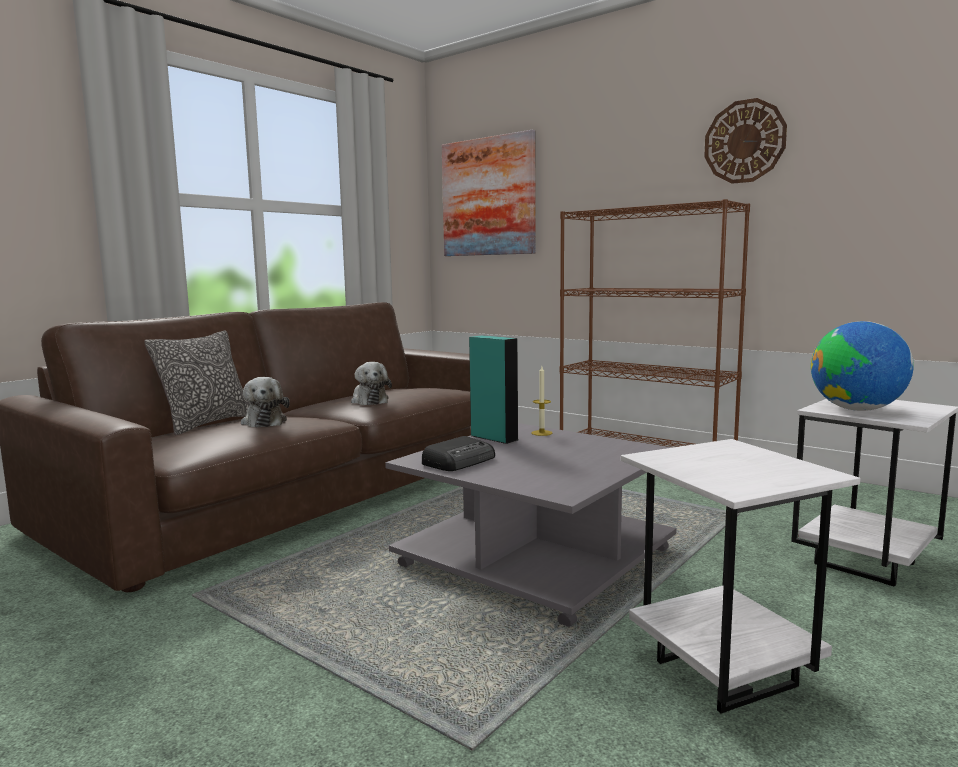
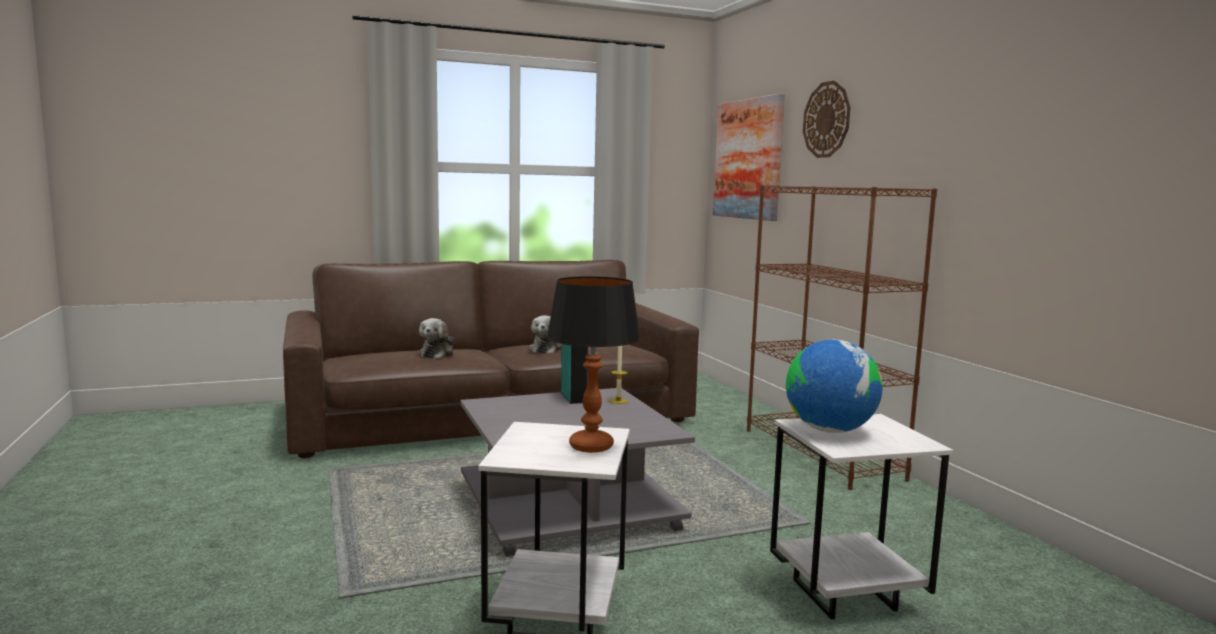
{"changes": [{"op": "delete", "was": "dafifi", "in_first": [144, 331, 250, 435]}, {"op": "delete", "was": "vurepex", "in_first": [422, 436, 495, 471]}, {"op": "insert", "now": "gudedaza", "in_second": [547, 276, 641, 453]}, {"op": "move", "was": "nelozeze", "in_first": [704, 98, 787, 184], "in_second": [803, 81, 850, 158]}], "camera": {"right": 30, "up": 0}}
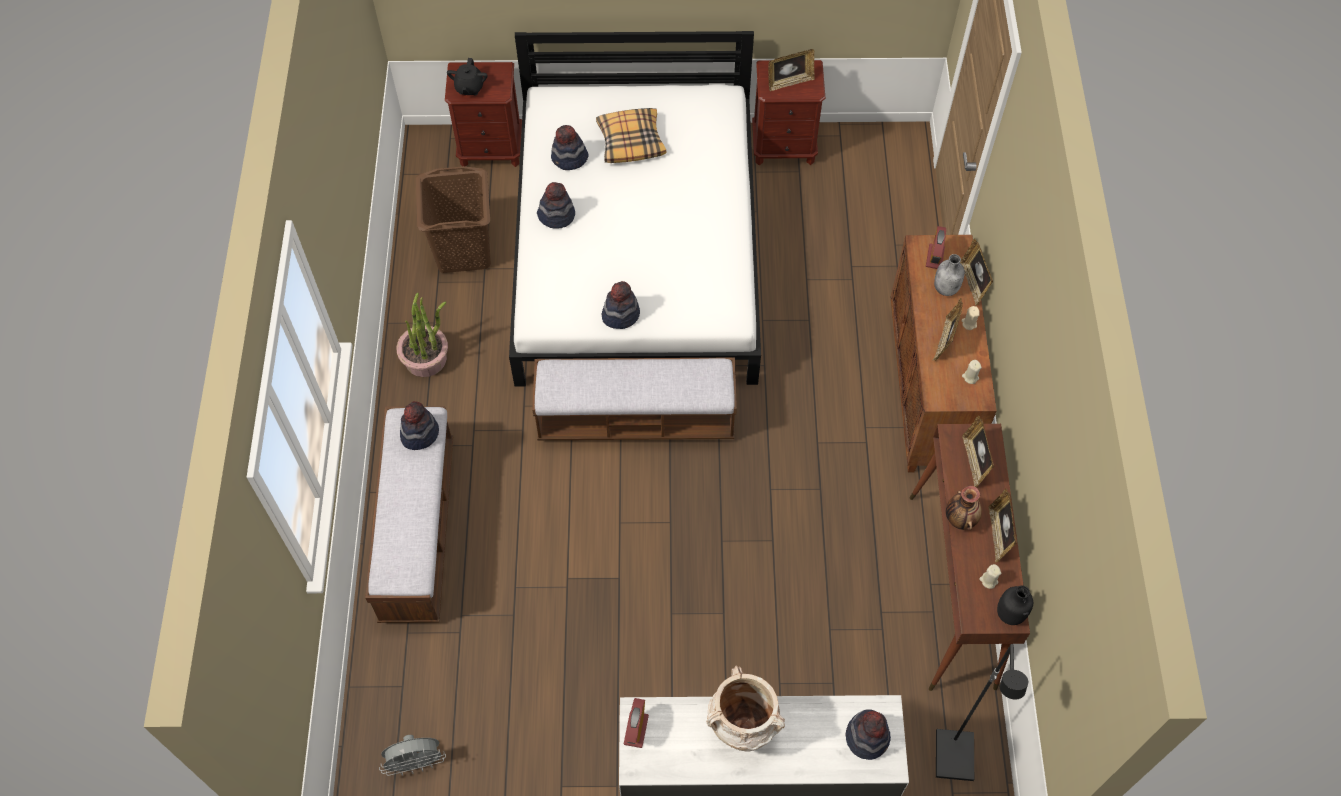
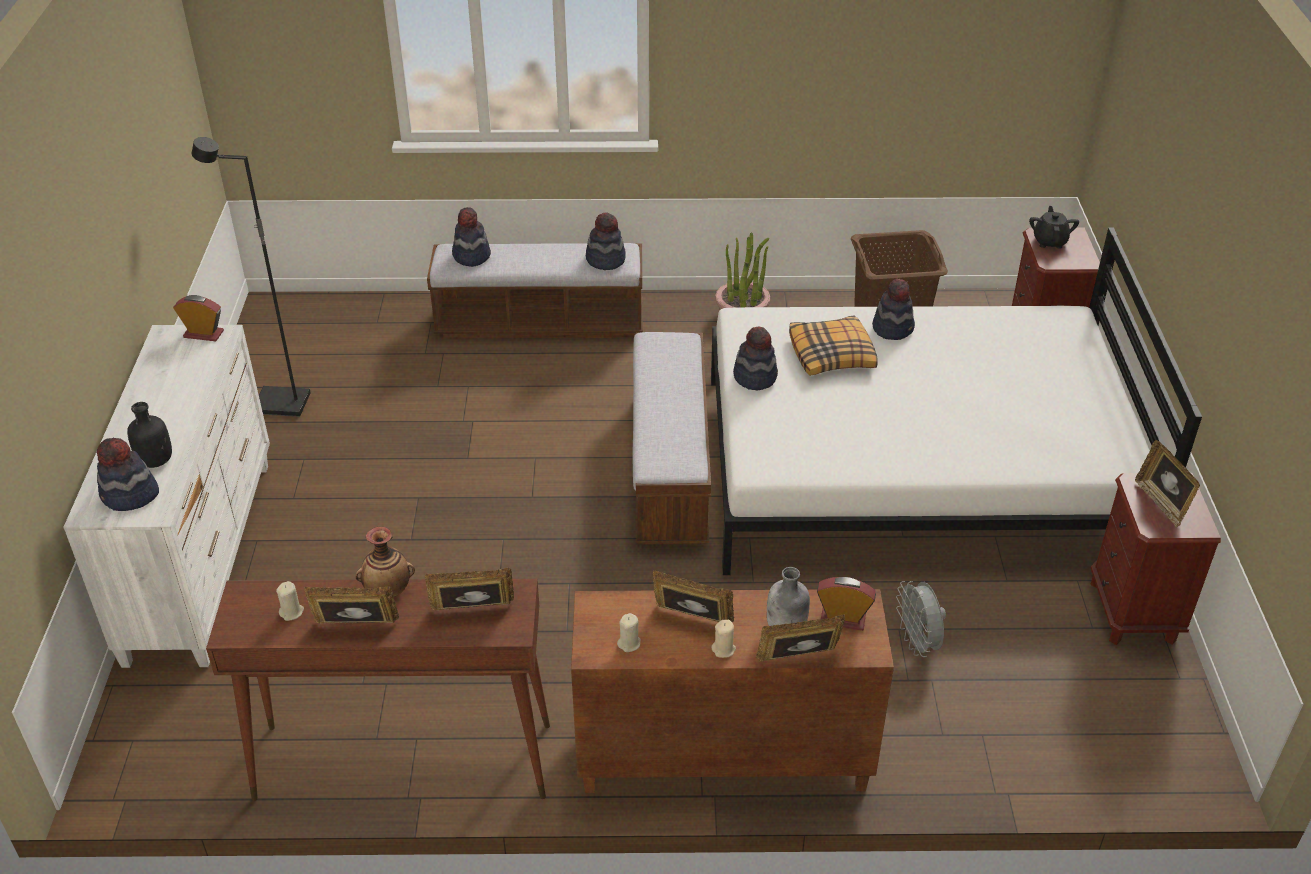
{"changes": [{"op": "delete", "was": "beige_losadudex", "in_first": [707, 666, 785, 752]}, {"op": "move", "was": "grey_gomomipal", "in_first": [379, 735, 446, 776], "in_second": [896, 581, 946, 657]}, {"op": "move", "was": "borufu", "in_first": [551, 125, 589, 170], "in_second": [452, 207, 491, 267]}, {"op": "move", "was": "dafifi", "in_first": [596, 108, 666, 163], "in_second": [789, 315, 878, 376]}, {"op": "move", "was": "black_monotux", "in_first": [936, 644, 1028, 781], "in_second": [192, 137, 311, 417]}, {"op": "move", "was": "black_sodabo", "in_first": [997, 586, 1033, 625], "in_second": [127, 402, 172, 468]}, {"op": "rotate", "was": "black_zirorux", "in_first": [447, 58, 488, 95], "in_second": [1029, 206, 1079, 249], "clockwise": 90}], "camera": {"right": 90, "up": -20}}
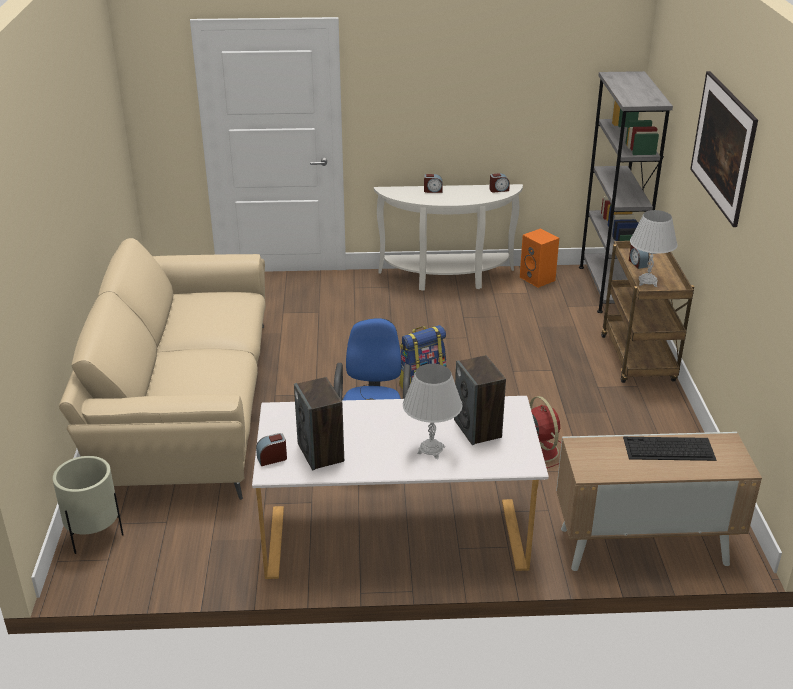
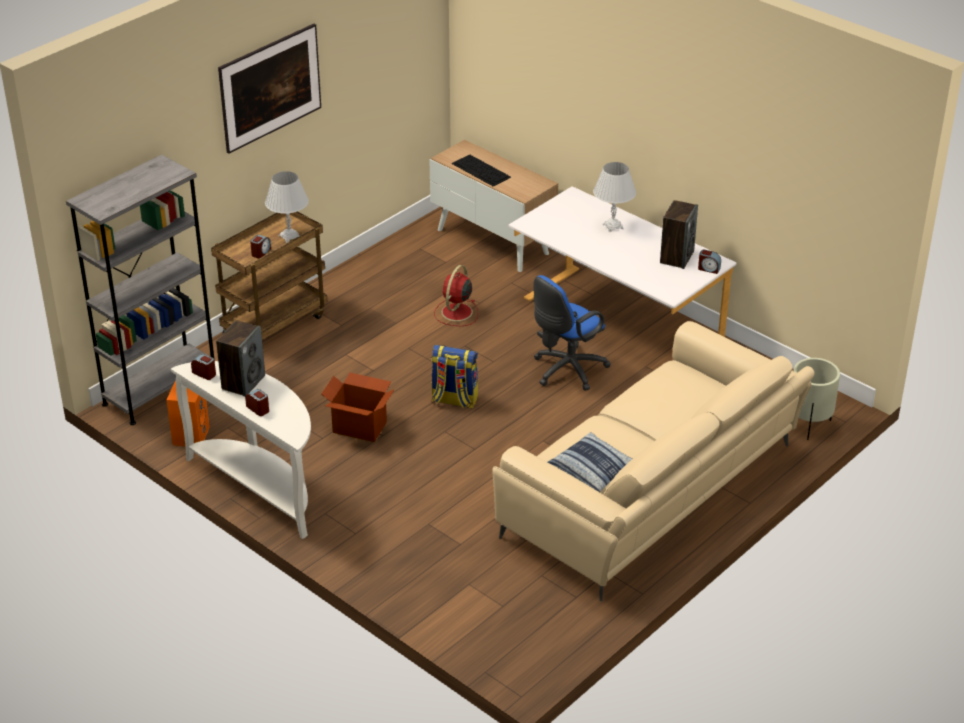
{"changes": [{"op": "insert", "now": "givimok", "in_second": [321, 373, 395, 442]}, {"op": "insert", "now": "dafifi", "in_second": [548, 432, 633, 492]}, {"op": "move", "was": "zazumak", "in_first": [454, 355, 506, 445], "in_second": [216, 320, 265, 397]}], "camera": {"right": -135, "up": 5}}
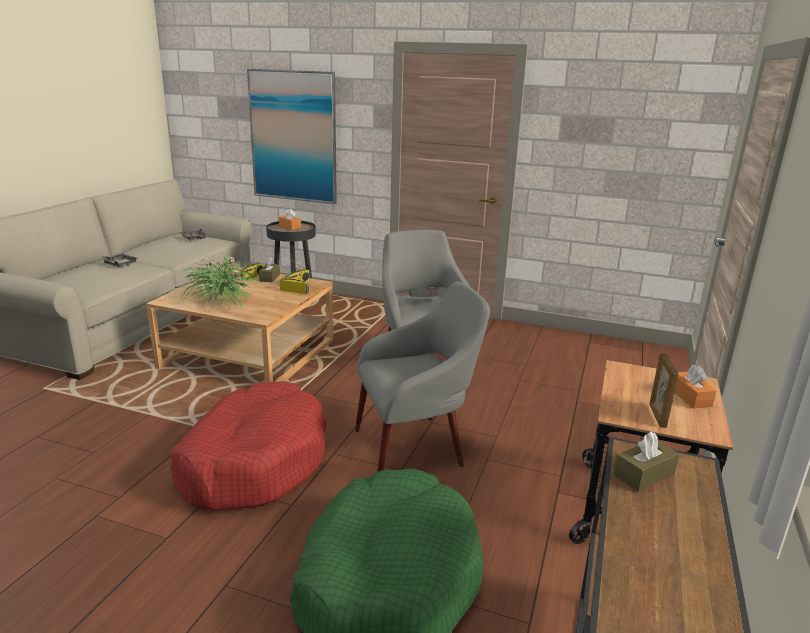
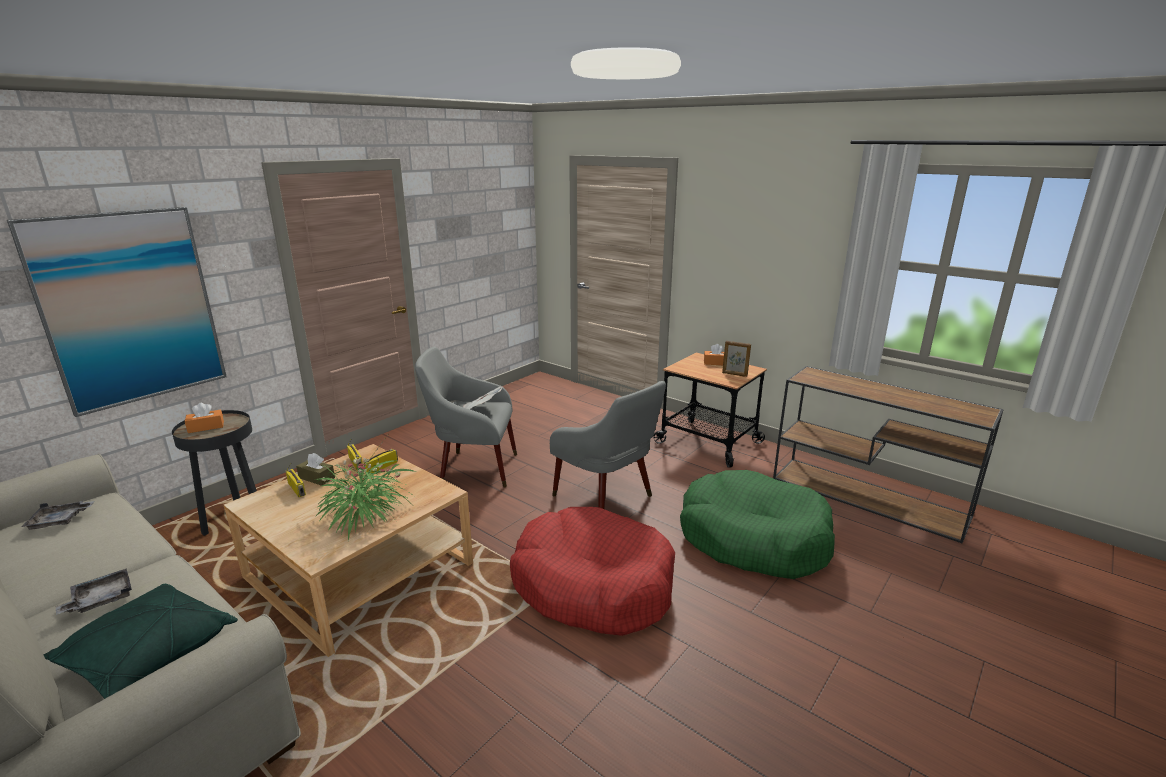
{"changes": [{"op": "delete", "was": "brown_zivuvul", "in_first": [613, 431, 679, 492]}, {"op": "insert", "now": "green_dafifi", "in_second": [44, 584, 238, 699]}, {"op": "rotate", "was": "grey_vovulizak", "in_first": [355, 282, 490, 472], "in_second": [550, 381, 666, 509], "clockwise": 135}], "camera": {"right": -70, "up": 0}}
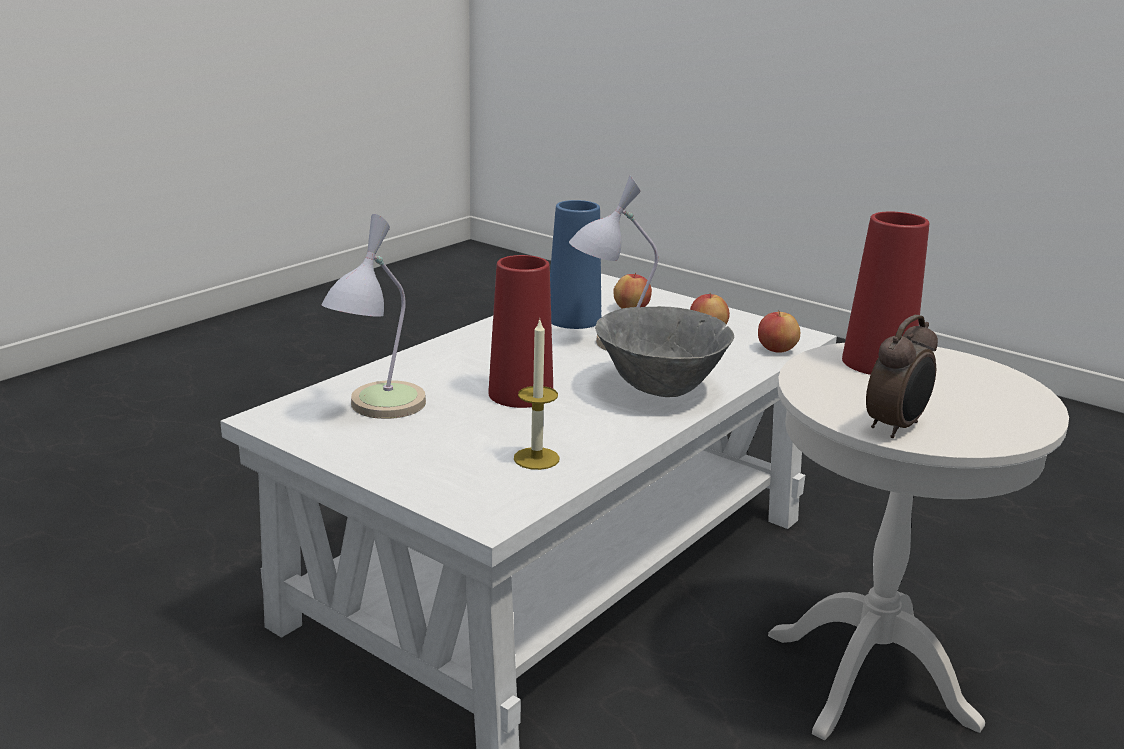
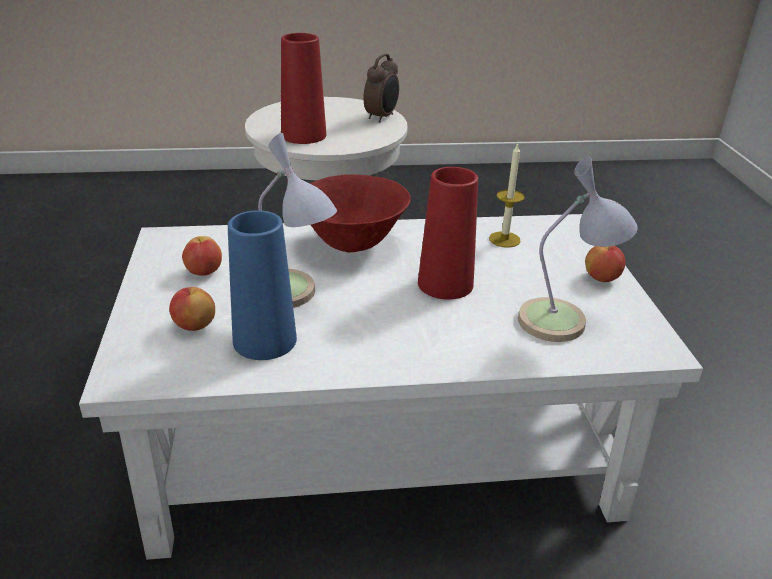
{"changes": [{"op": "move", "was": "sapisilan", "in_first": [758, 310, 800, 353], "in_second": [585, 246, 626, 282]}, {"op": "recolor", "was": "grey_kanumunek", "now": "red_kanumunek", "in_first": [595, 306, 734, 397], "in_second": [310, 174, 411, 252]}, {"op": "rotate", "was": "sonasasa", "in_first": [866, 315, 938, 438], "in_second": [363, 54, 399, 123], "clockwise": 120}], "camera": {"right": -135, "up": 10}}
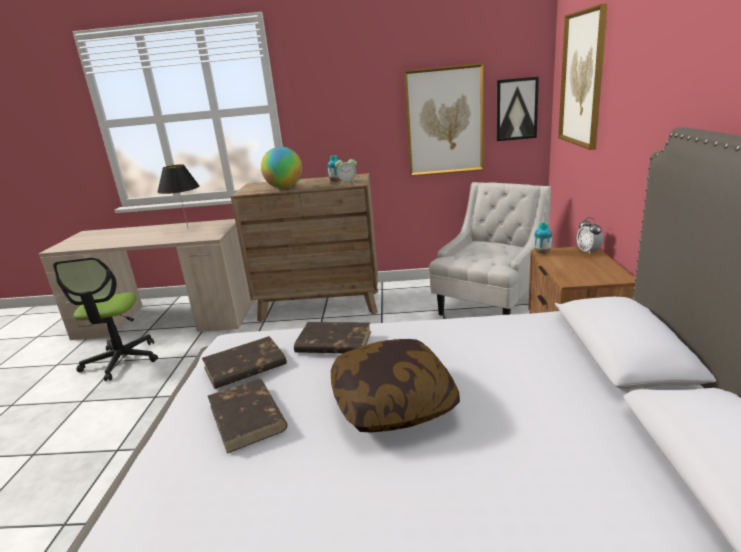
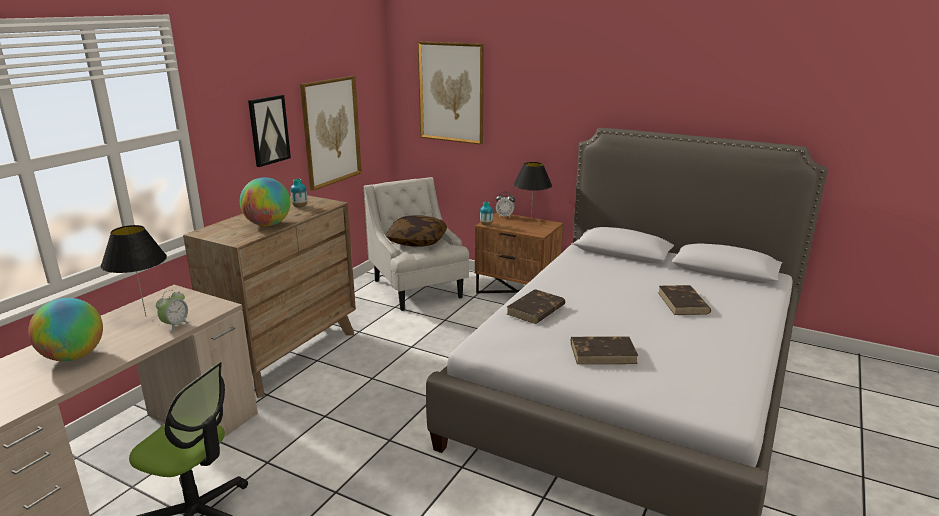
{"changes": [{"op": "insert", "now": "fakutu", "in_second": [28, 298, 103, 361]}, {"op": "insert", "now": "black_gudedaza", "in_second": [514, 162, 552, 224]}, {"op": "move", "was": "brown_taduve", "in_first": [202, 336, 287, 389], "in_second": [658, 285, 711, 315]}, {"op": "move", "was": "dafifi", "in_first": [331, 339, 460, 432], "in_second": [386, 215, 447, 247]}, {"op": "move", "was": "sonasasa", "in_first": [335, 156, 357, 185], "in_second": [156, 290, 191, 333]}, {"op": "move", "was": "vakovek", "in_first": [496, 76, 539, 141], "in_second": [248, 95, 291, 167]}], "camera": {"right": -65, "up": 0}}
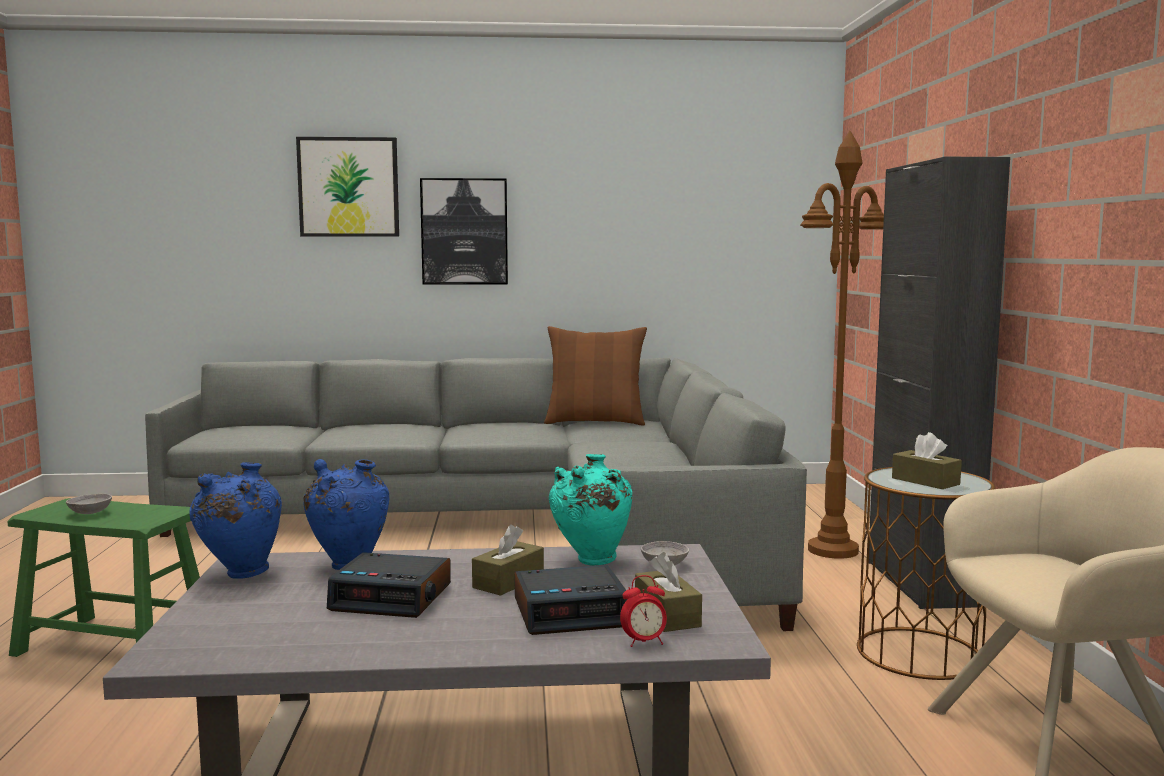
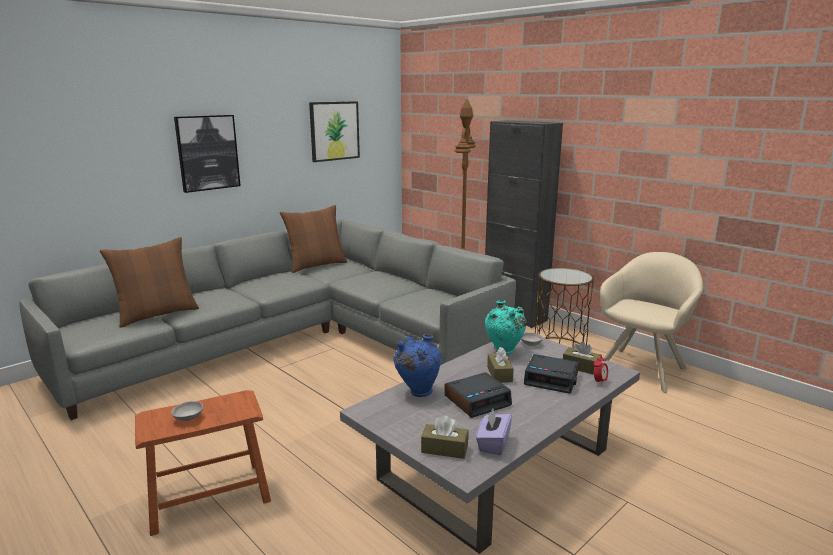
{"changes": [{"op": "delete", "was": "blue_losadudex", "in_first": [190, 462, 282, 579]}, {"op": "insert", "now": "brown_dafifi", "in_second": [100, 237, 199, 327]}, {"op": "insert", "now": "purple_zivuvul", "in_second": [476, 409, 512, 455]}, {"op": "move", "was": "vakovek", "in_first": [296, 137, 399, 237], "in_second": [309, 101, 360, 162]}, {"op": "move", "was": "brown_zivuvul", "in_first": [892, 432, 962, 489], "in_second": [421, 416, 468, 459]}, {"op": "recolor", "was": "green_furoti", "now": "brown_furoti", "in_first": [7, 498, 200, 657], "in_second": [135, 390, 271, 536]}, {"op": "rotate", "was": "sonasasa", "in_first": [514, 565, 628, 635], "in_second": [524, 354, 579, 393], "clockwise": 75}], "camera": {"right": -40, "up": 10}}
